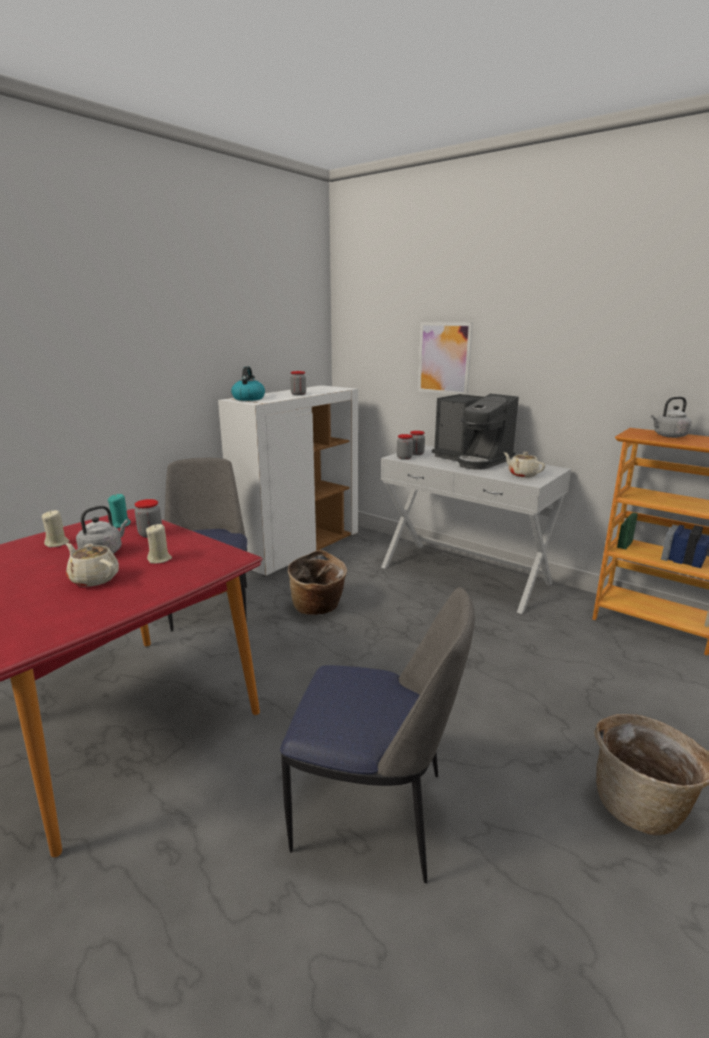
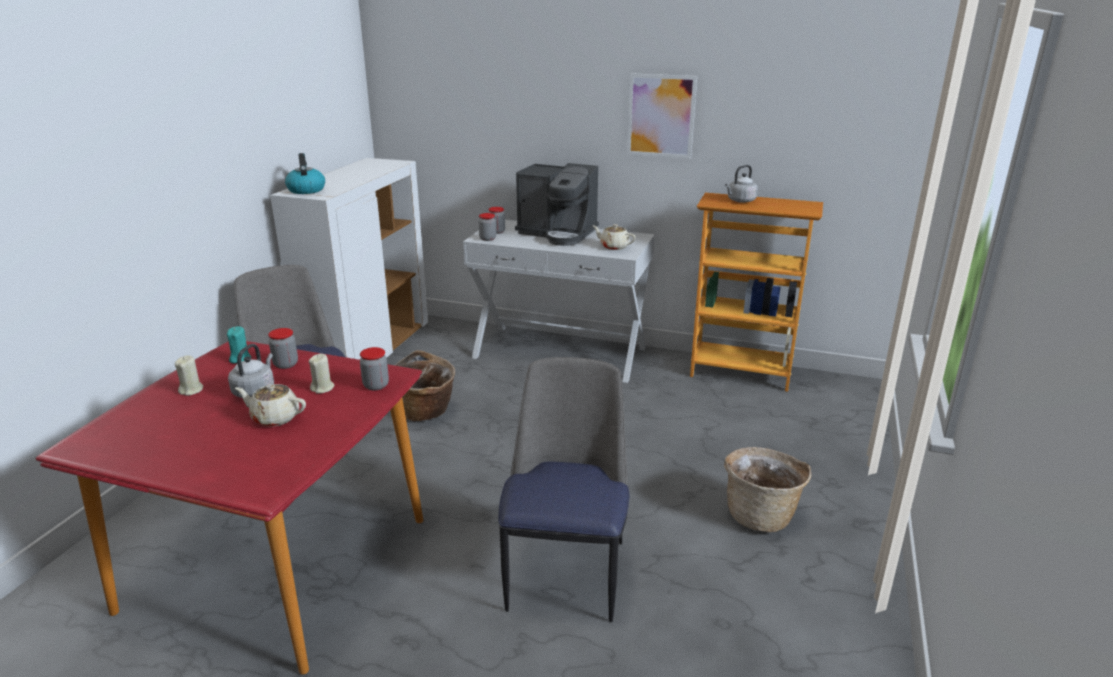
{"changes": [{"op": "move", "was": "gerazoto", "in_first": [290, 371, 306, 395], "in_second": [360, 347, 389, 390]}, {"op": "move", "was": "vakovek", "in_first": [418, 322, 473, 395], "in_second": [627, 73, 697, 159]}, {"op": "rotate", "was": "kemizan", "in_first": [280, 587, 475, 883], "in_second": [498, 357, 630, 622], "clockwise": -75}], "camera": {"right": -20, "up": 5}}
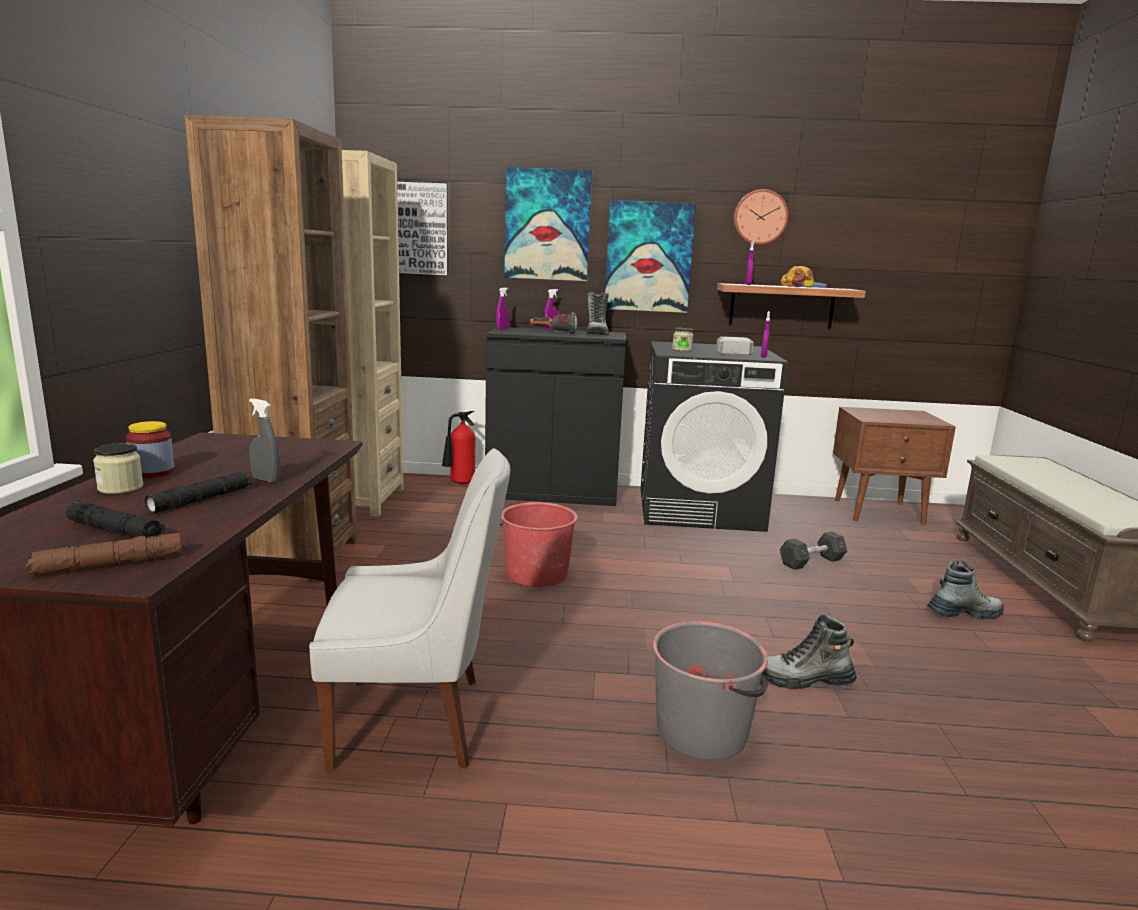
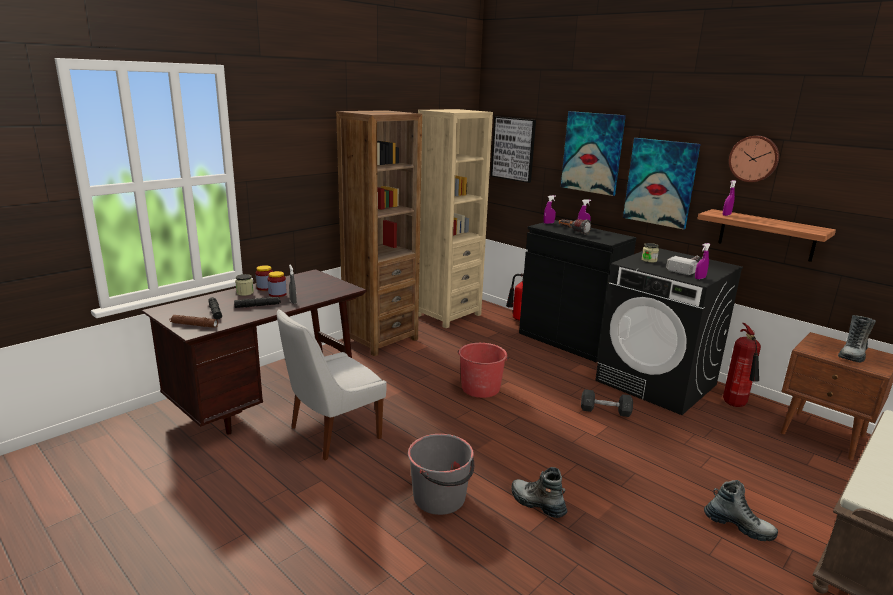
{"changes": [{"op": "delete", "was": "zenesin", "in_first": [781, 266, 827, 288]}, {"op": "insert", "now": "gerazoto", "in_second": [268, 271, 287, 297]}, {"op": "insert", "now": "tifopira", "in_second": [723, 323, 761, 407]}, {"op": "move", "was": "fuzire", "in_first": [586, 292, 609, 336], "in_second": [838, 315, 876, 362]}, {"op": "move", "was": "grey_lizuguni", "in_first": [780, 532, 847, 570], "in_second": [581, 389, 633, 417]}, {"op": "rotate", "was": "white_kemizan", "in_first": [309, 448, 510, 771], "in_second": [277, 310, 387, 461], "clockwise": 105}], "camera": {"right": 40, "up": 5}}
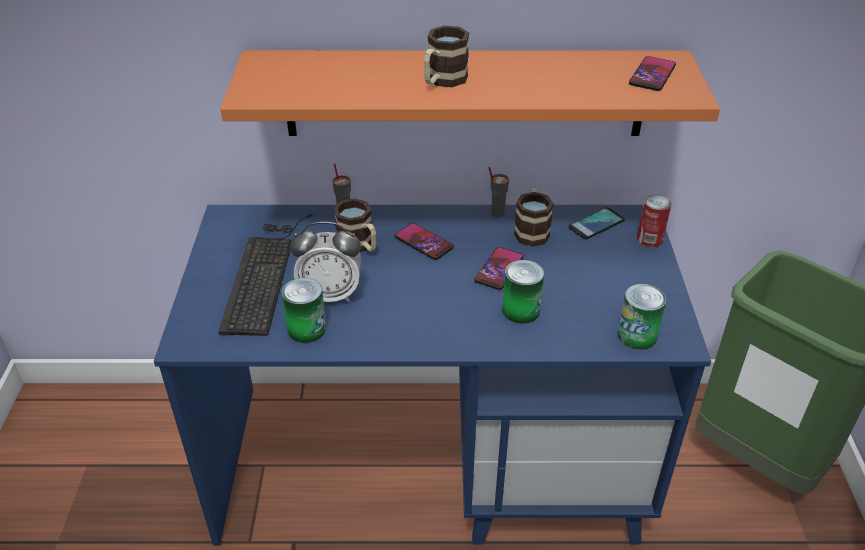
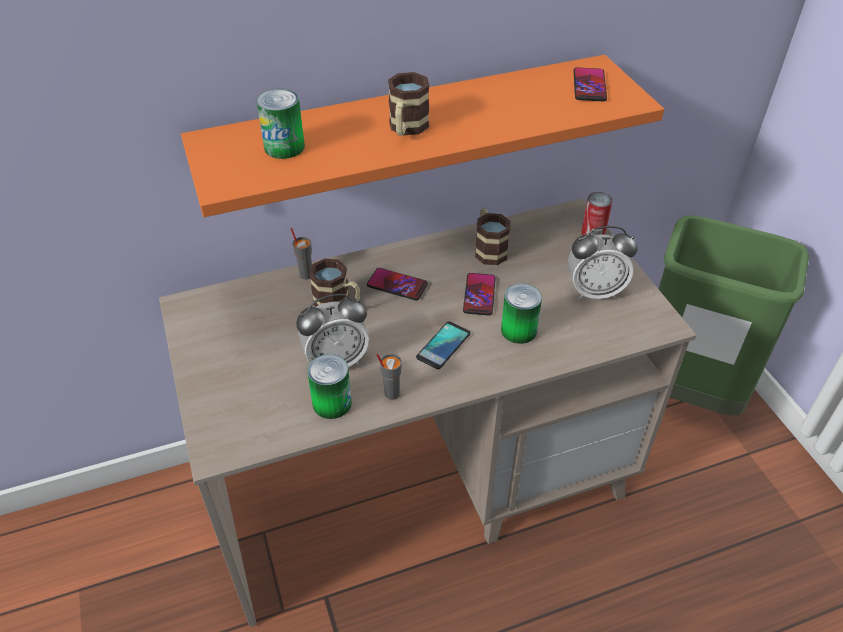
{"changes": [{"op": "delete", "was": "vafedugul", "in_first": [218, 214, 313, 336]}, {"op": "insert", "now": "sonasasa", "in_second": [568, 226, 638, 299]}, {"op": "move", "was": "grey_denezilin", "in_first": [489, 167, 509, 217], "in_second": [377, 354, 402, 400]}, {"op": "move", "was": "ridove", "in_first": [569, 207, 625, 239], "in_second": [416, 322, 471, 369]}, {"op": "move", "was": "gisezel", "in_first": [617, 284, 666, 350], "in_second": [256, 89, 305, 159]}, {"op": "recolor", "was": "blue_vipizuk", "now": "beige_vipizuk", "in_first": [154, 205, 711, 546], "in_second": [159, 199, 696, 627]}], "camera": {"right": -20, "up": 5}}
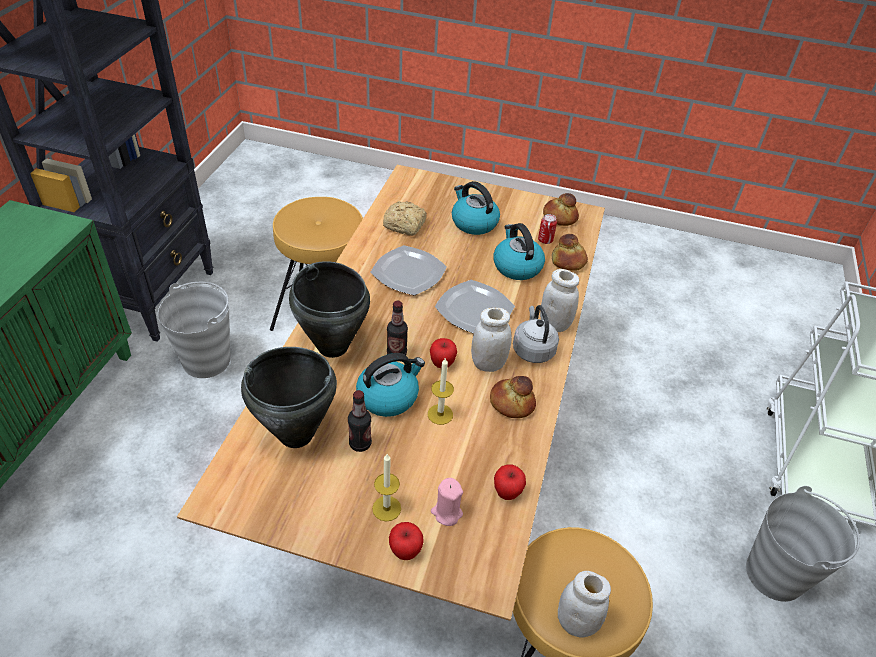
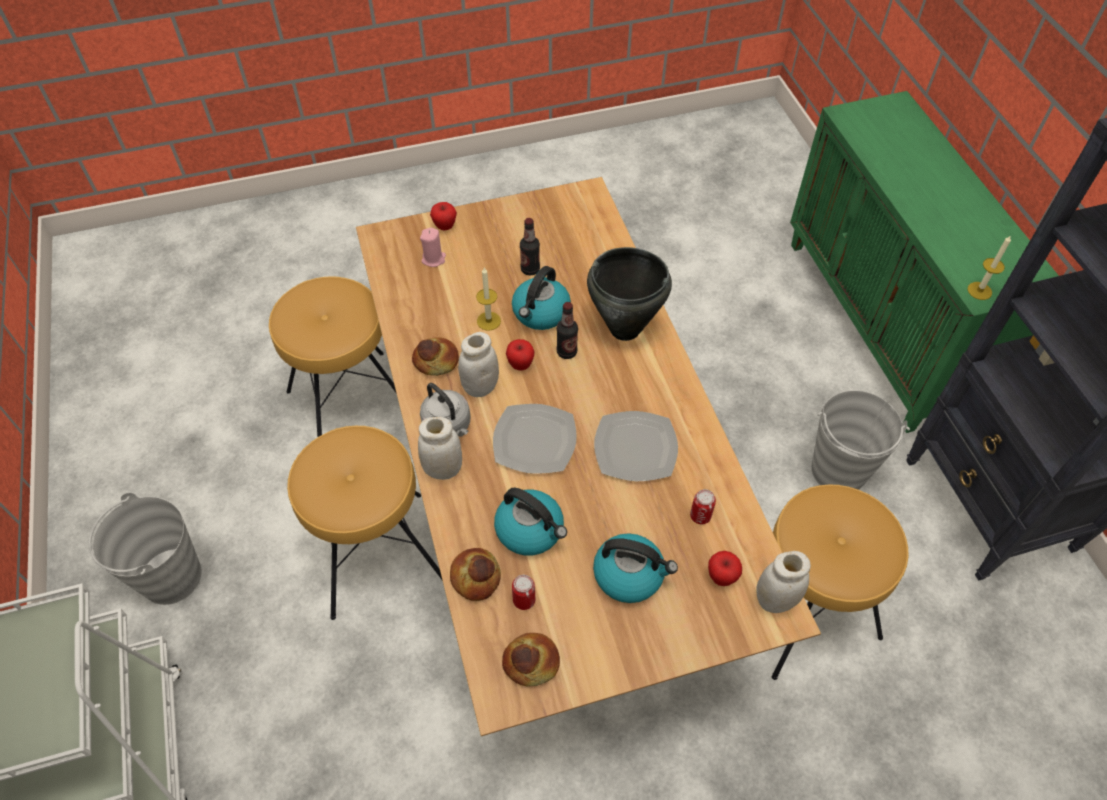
{"changes": [{"op": "delete", "was": "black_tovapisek", "in_first": [241, 347, 337, 448]}, {"op": "insert", "now": "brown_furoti", "in_second": [287, 426, 442, 620]}, {"op": "move", "was": "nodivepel", "in_first": [372, 454, 401, 522], "in_second": [967, 235, 1011, 300]}, {"op": "move", "was": "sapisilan", "in_first": [494, 464, 526, 500], "in_second": [708, 551, 742, 586]}, {"op": "move", "was": "white_gerazoto", "in_first": [558, 571, 611, 638], "in_second": [756, 551, 811, 613]}, {"op": "replace", "was": "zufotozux", "now": "gisezel", "in_first": [383, 201, 427, 236], "in_second": [690, 489, 716, 524]}], "camera": {"right": 150, "up": 10}}
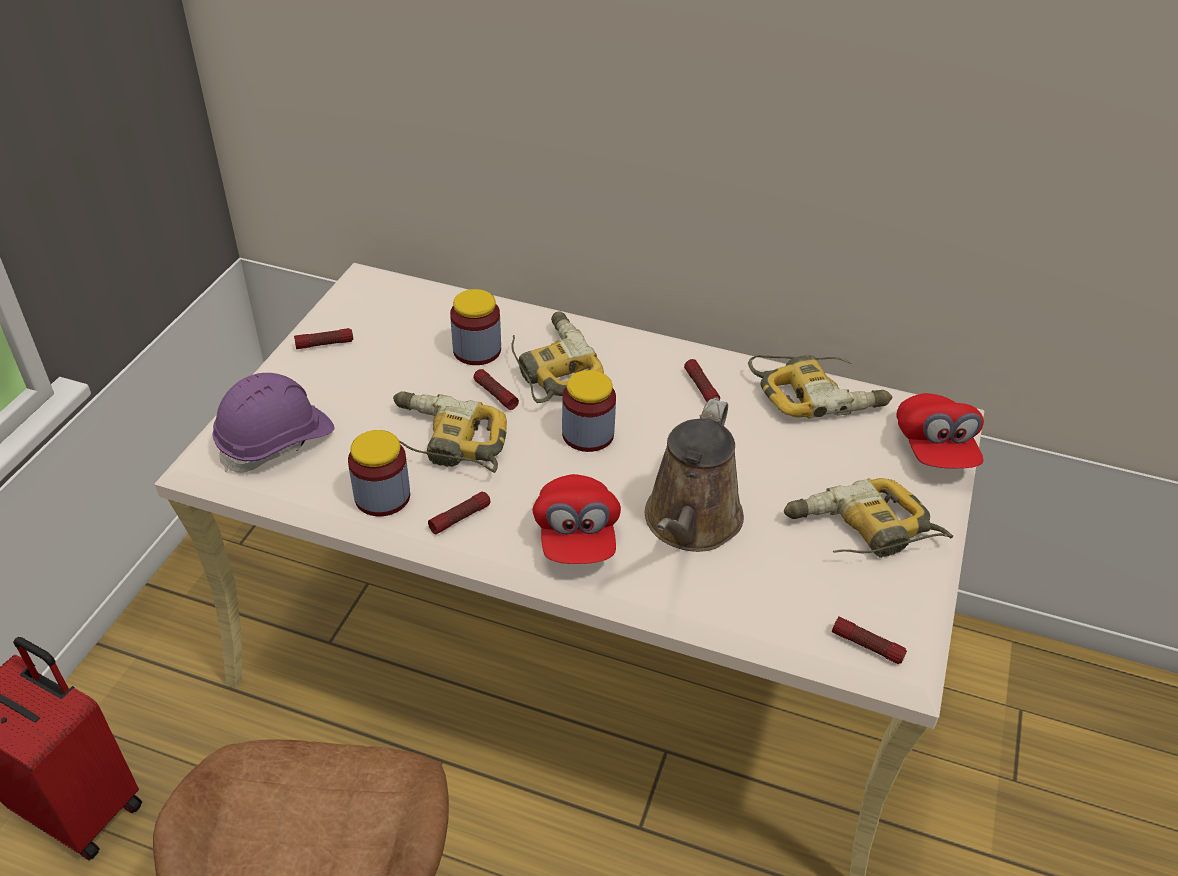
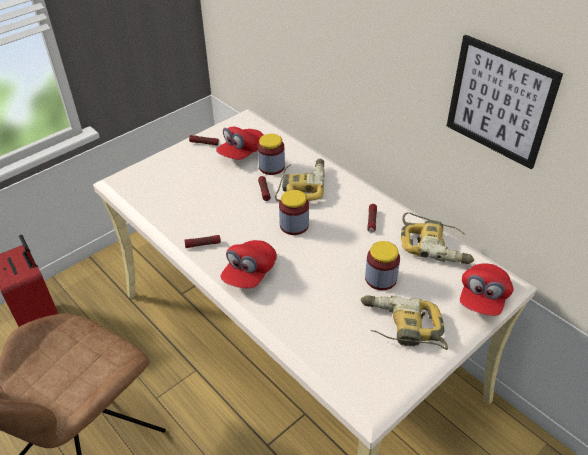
{"changes": [{"op": "delete", "was": "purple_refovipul", "in_first": [212, 373, 334, 473]}, {"op": "delete", "was": "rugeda", "in_first": [393, 391, 507, 473]}, {"op": "delete", "was": "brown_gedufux", "in_first": [645, 399, 744, 552]}, {"op": "delete", "was": "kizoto", "in_first": [832, 616, 907, 664]}, {"op": "insert", "now": "red_zenesin", "in_second": [216, 127, 263, 160]}, {"op": "insert", "now": "vakovek", "in_second": [447, 35, 563, 169]}, {"op": "move", "was": "gerazoto", "in_first": [348, 430, 410, 516], "in_second": [365, 241, 400, 290]}], "camera": {"right": 30, "up": 0}}
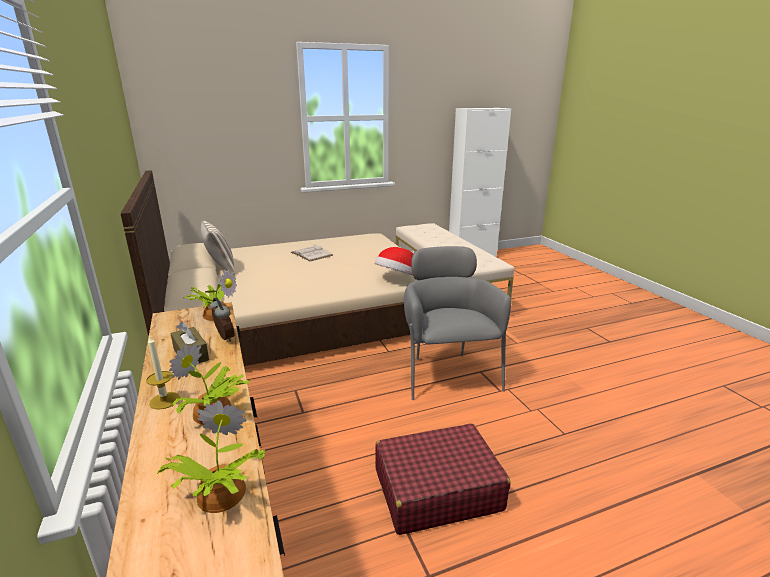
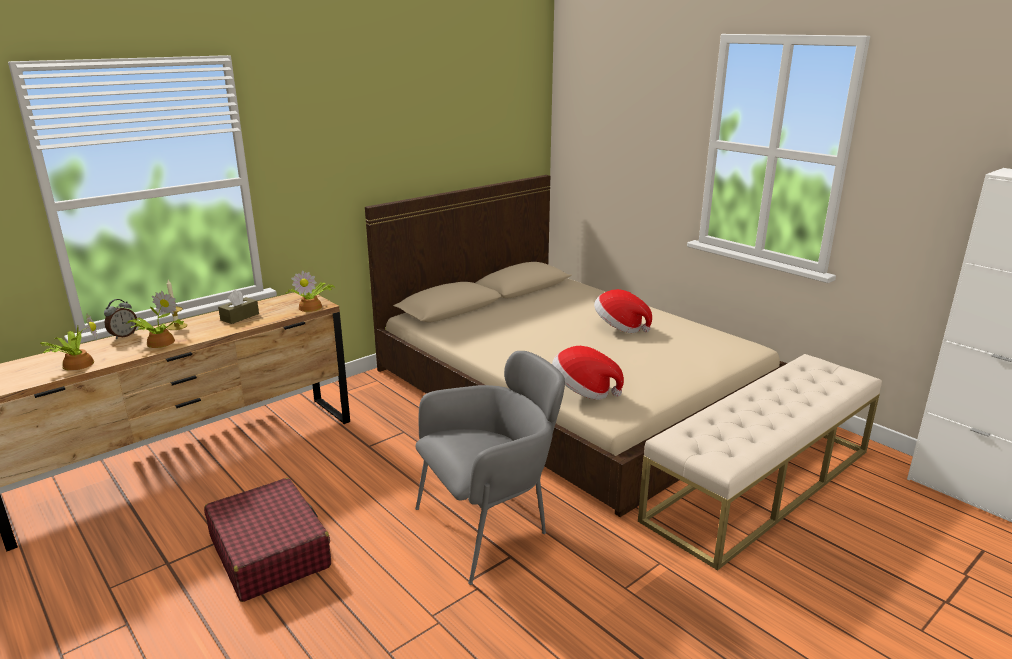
{"changes": [{"op": "delete", "was": "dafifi", "in_first": [201, 220, 235, 275]}, {"op": "move", "was": "sonasasa", "in_first": [209, 297, 235, 342], "in_second": [104, 299, 137, 339]}, {"op": "replace", "was": "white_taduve", "now": "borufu", "in_first": [291, 244, 333, 262], "in_second": [594, 289, 652, 333]}], "camera": {"right": 70, "up": 0}}
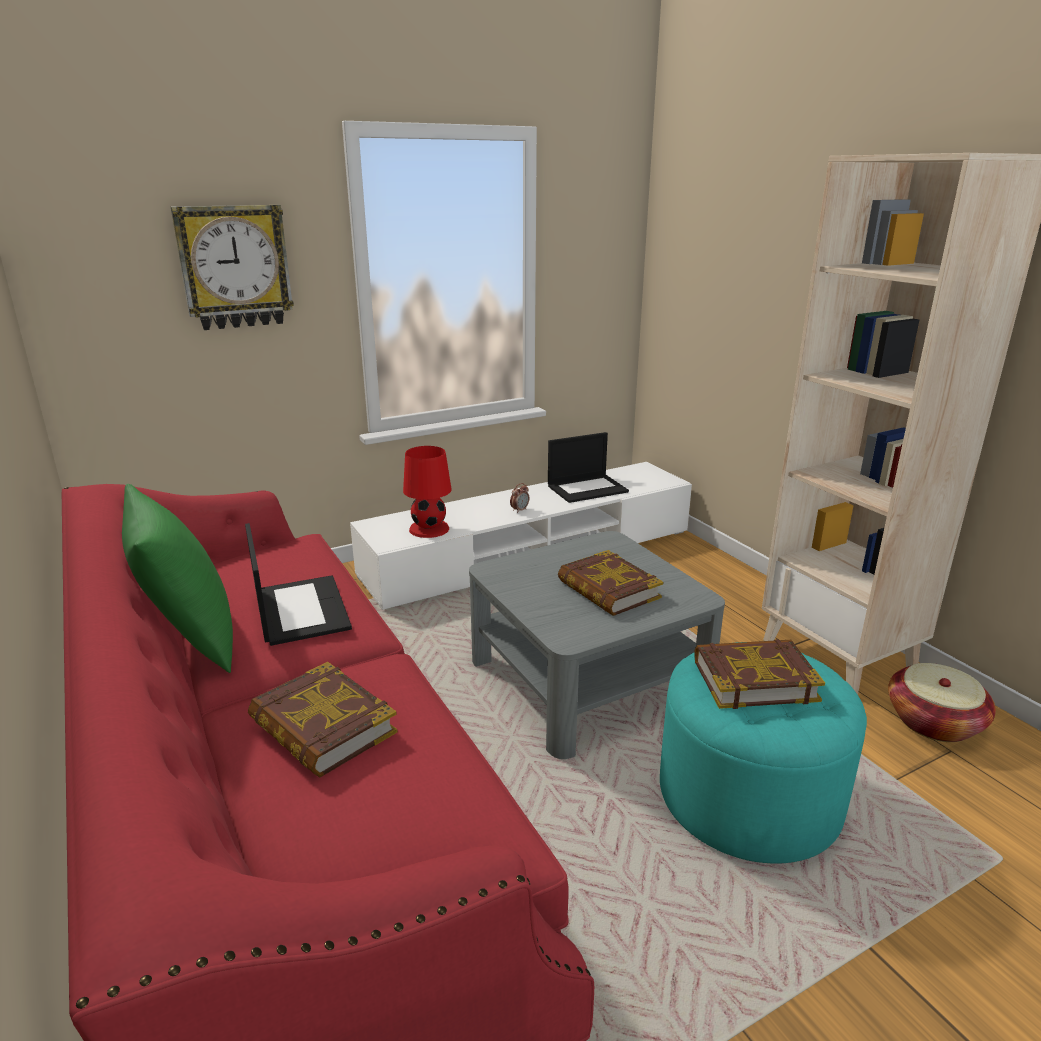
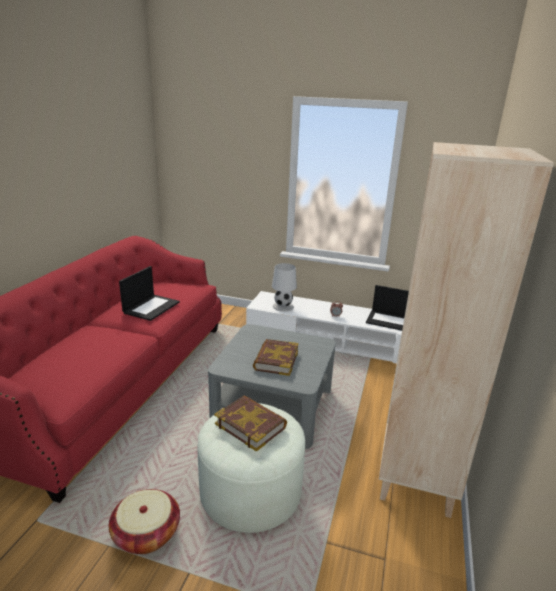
{"changes": [{"op": "delete", "was": "green_dafifi", "in_first": [122, 484, 233, 673]}, {"op": "delete", "was": "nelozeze", "in_first": [171, 205, 294, 330]}, {"op": "delete", "was": "taduve", "in_first": [248, 662, 398, 778]}, {"op": "move", "was": "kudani", "in_first": [888, 663, 996, 742], "in_second": [109, 489, 180, 554]}, {"op": "recolor", "was": "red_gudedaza", "now": "white_gudedaza", "in_first": [403, 446, 451, 538], "in_second": [272, 263, 297, 312]}, {"op": "recolor", "was": "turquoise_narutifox", "now": "white_narutifox", "in_first": [660, 642, 867, 864], "in_second": [197, 403, 305, 533]}], "camera": {"right": 45, "up": 0}}
